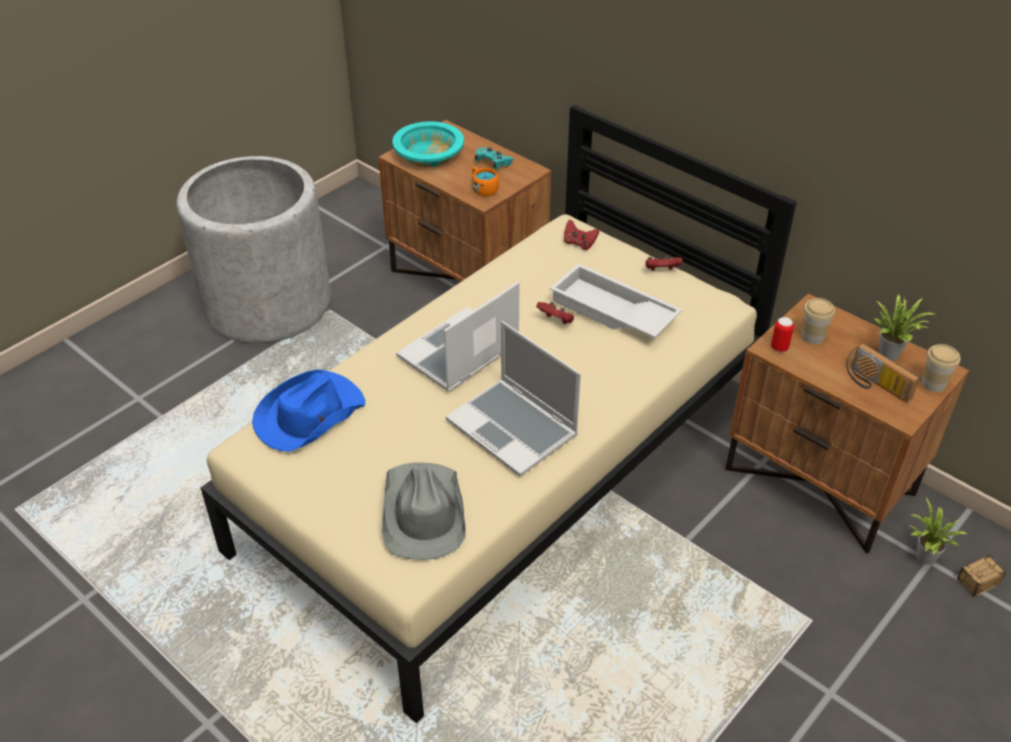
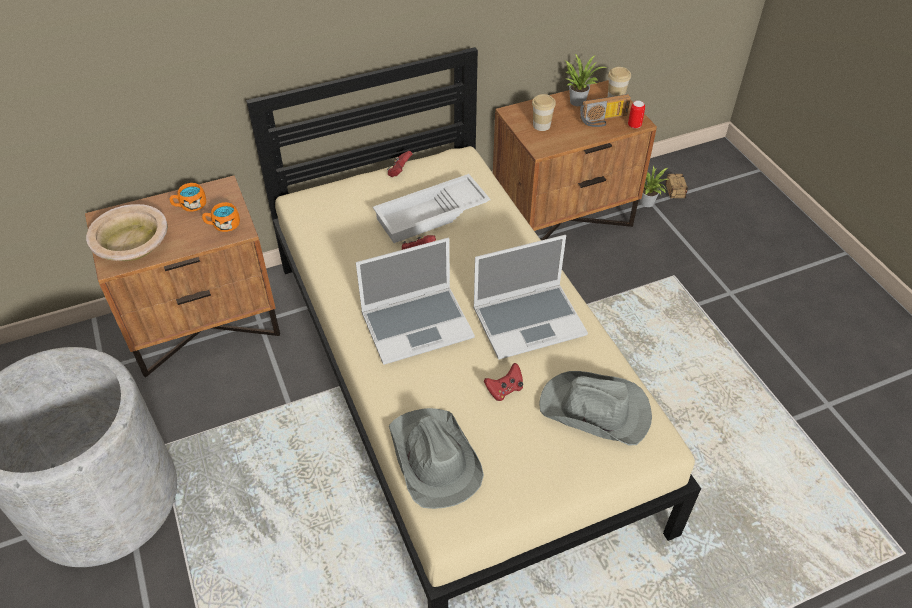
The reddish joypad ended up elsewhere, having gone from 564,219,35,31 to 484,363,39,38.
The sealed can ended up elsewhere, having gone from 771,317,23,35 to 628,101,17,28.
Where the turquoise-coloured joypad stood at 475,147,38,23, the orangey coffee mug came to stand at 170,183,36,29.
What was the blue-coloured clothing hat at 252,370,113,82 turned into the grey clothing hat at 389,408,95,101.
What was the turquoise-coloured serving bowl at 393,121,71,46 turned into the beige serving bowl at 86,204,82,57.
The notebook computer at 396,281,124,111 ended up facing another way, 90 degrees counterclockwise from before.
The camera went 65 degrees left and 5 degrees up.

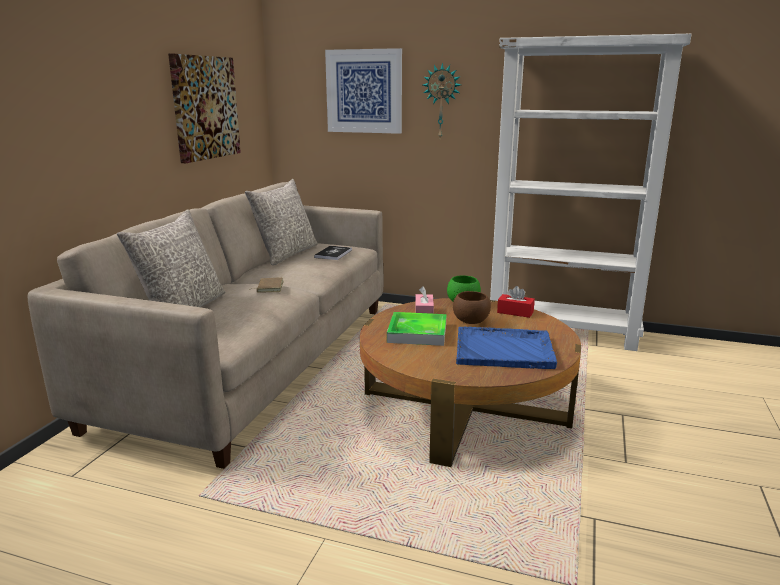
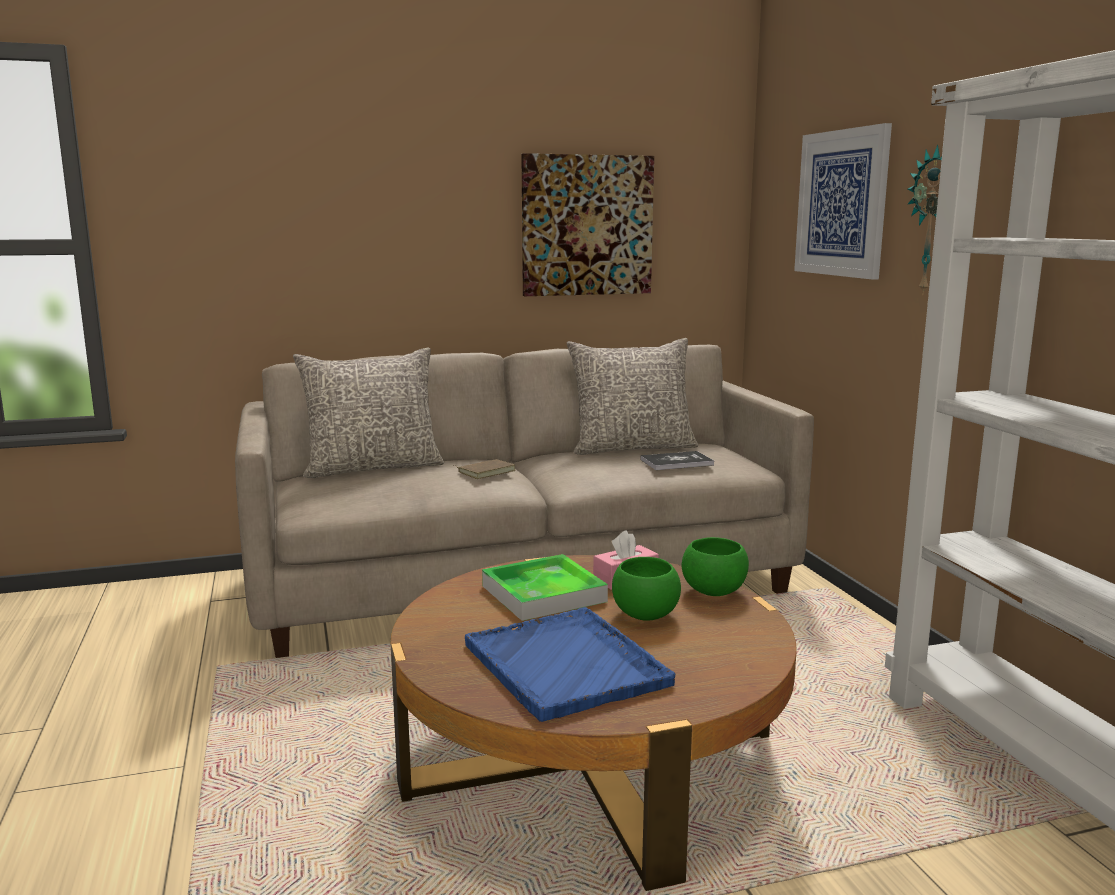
The second view lost the reddish tissue box at 497,286,38,32.
What was the brown-coloured serving bowl at 453,291,38,33 turned into the green serving bowl at 612,557,69,64.
The camera went 55 degrees right and 5 degrees down.

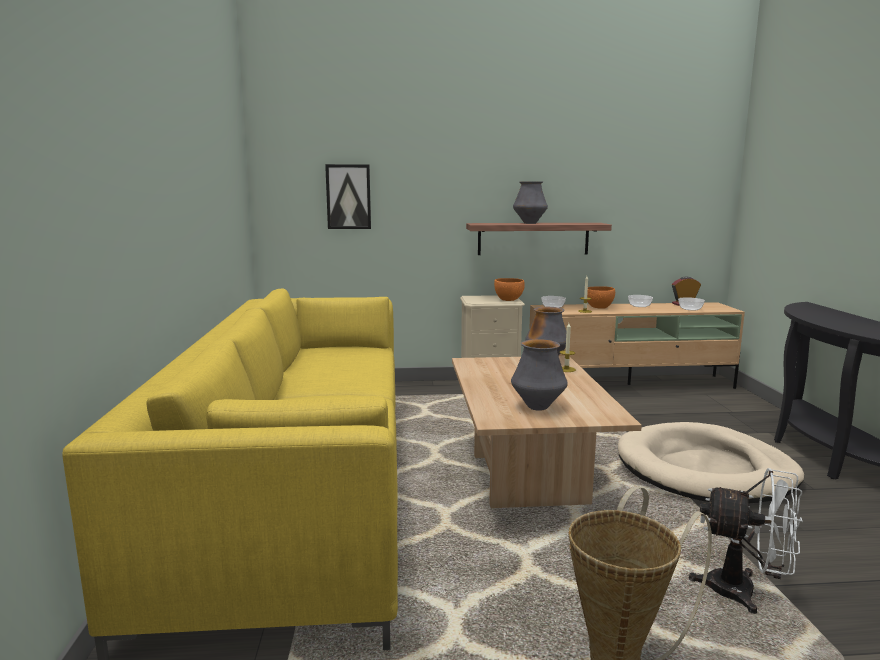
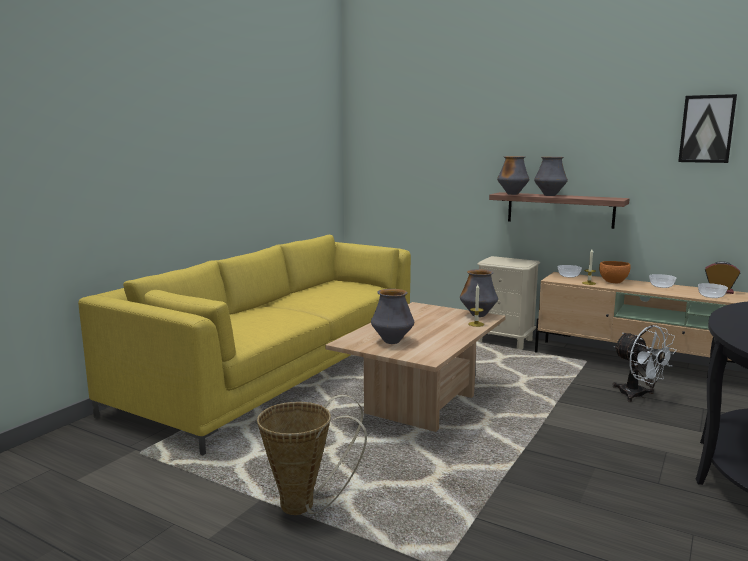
The second view lost the orangey serving bowl at 494,278,31,23.
The second view lost the beige pet bed at 618,422,186,81.
The second view gained the decorative vase at 497,156,33,39.
The wall art ended up elsewhere, having gone from 325,164,46,65 to 678,94,59,69.
The whitish cooling fan ended up elsewhere, having gone from 689,468,114,146 to 612,325,65,77.
The camera went 35 degrees right and 0 degrees up.

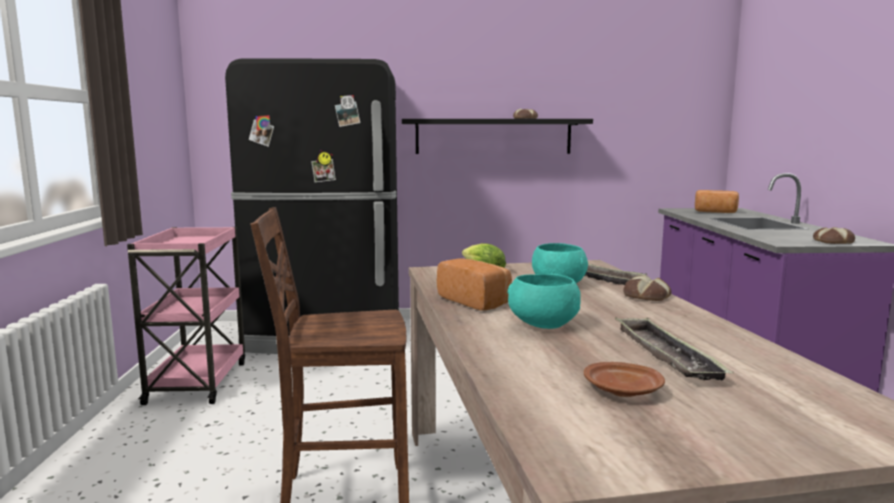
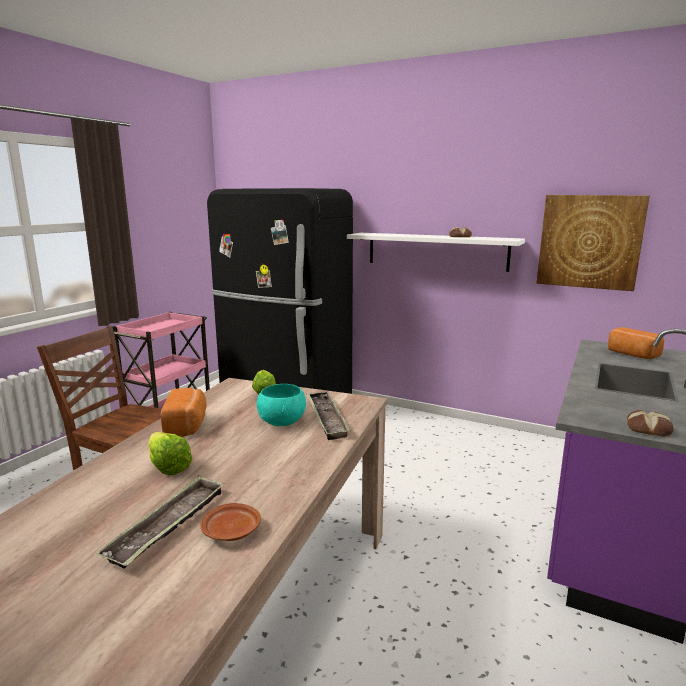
The second view lost the baked bread at 623,275,48,26.
The second view gained the wall art at 536,195,114,96.
The brown-coloured plate ended up elsewhere, having gone from 584,362,81,35 to 201,503,60,38.
Where the turquoise-coloured serving bowl stood at 508,274,73,55, the lettuce head came to stand at 148,432,45,43.
What was the black shelf at 402,119,191,35 turned into the whitish shelf at 347,233,178,39.
The camera went 30 degrees right and 5 degrees up.

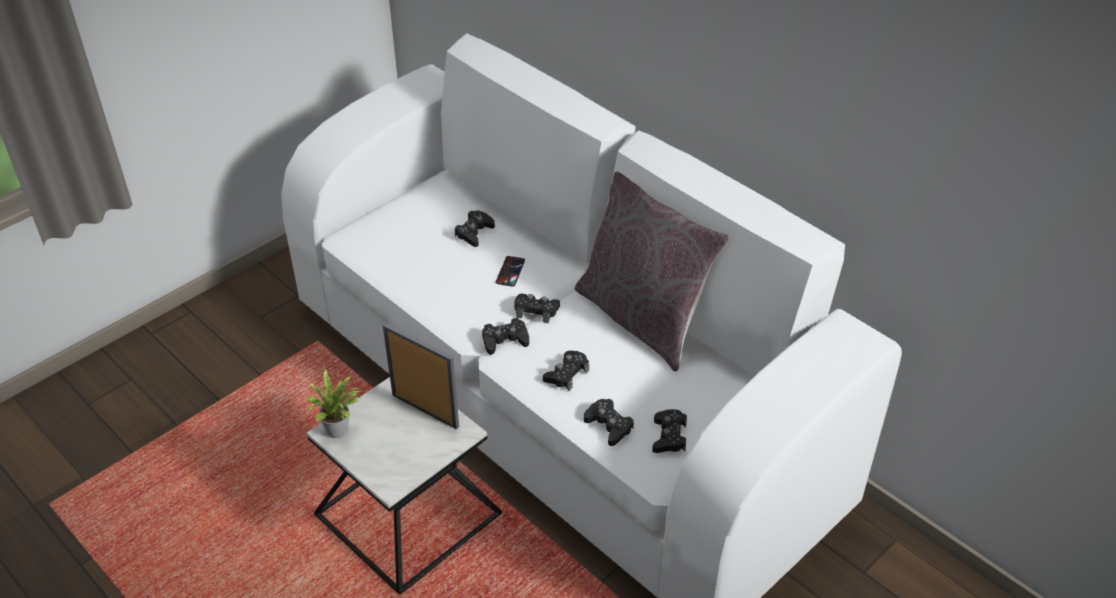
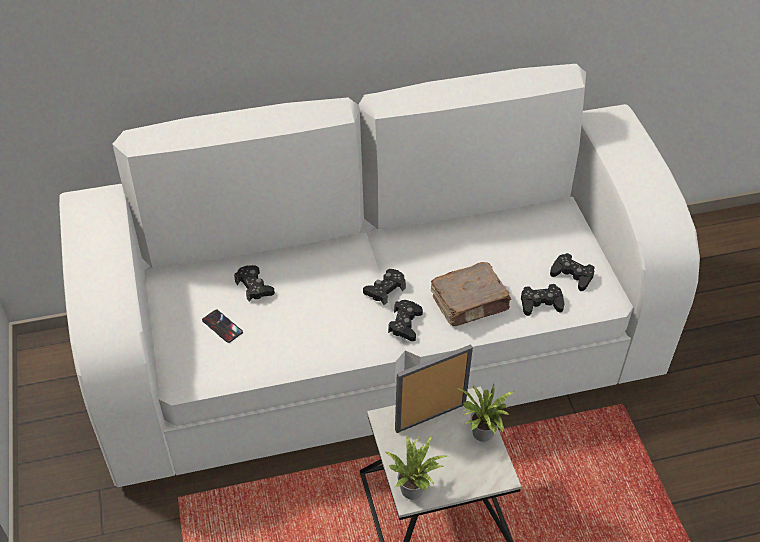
The second view lost the grey cushion at 575,172,155,200.
The second view gained the potted plant at 457,384,58,58.
The handset ended up elsewhere, having gone from 496,256,29,31 to 202,309,41,34.
Where the black joypad stood at 543,351,46,40, the brown-coloured volume came to stand at 431,262,81,64.
The camera went 60 degrees left and 5 degrees up.

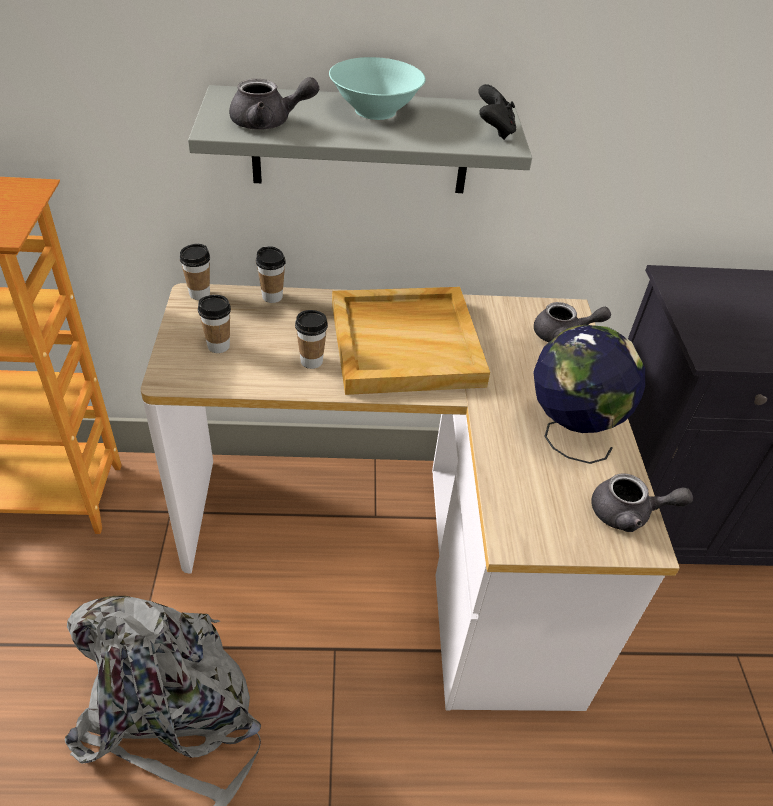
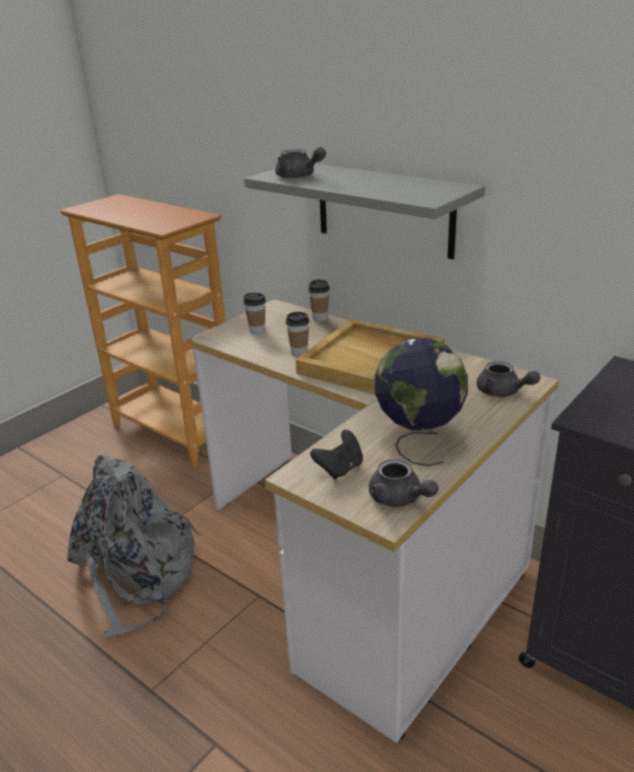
The second view lost the cup at 179,244,31,56.
The second view lost the turquoise-coloured serving bowl at 329,57,97,63.
The black joypad ended up elsewhere, having gone from 478,84,38,56 to 310,430,53,49.
The camera went 45 degrees right and 15 degrees down.

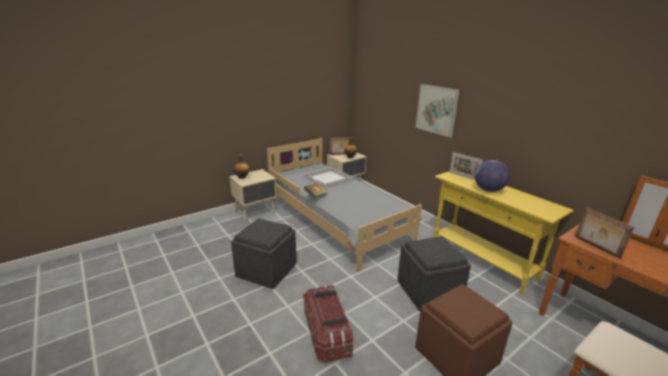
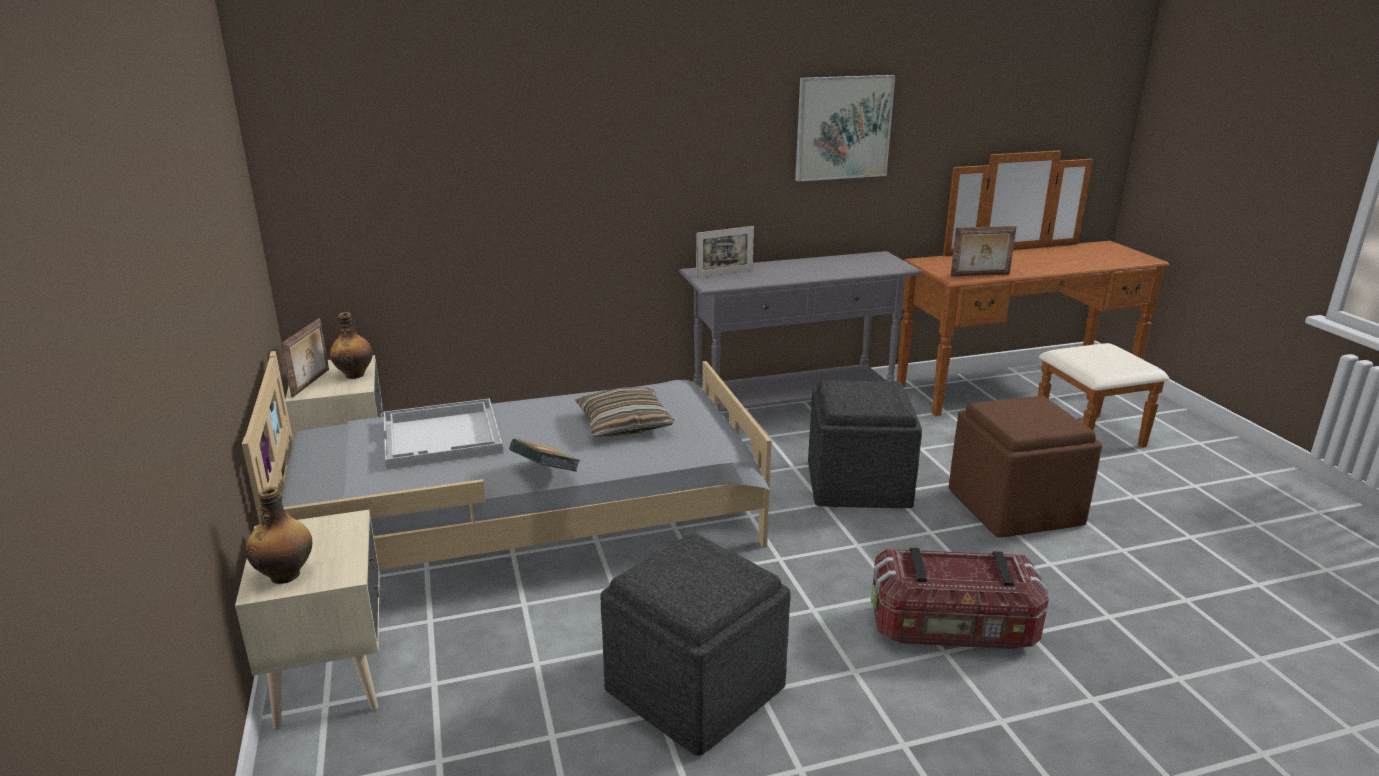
The second view lost the world globe at 475,160,35,32.
The second view gained the cushion at 575,387,100,50.
The wall art ended up elsewhere, having gone from 415,84,45,54 to 795,75,100,107.
What was the yellow-coloured console table at 434,171,140,123 turned into the grey console table at 679,251,243,161.
The camera went 70 degrees left and 0 degrees up.

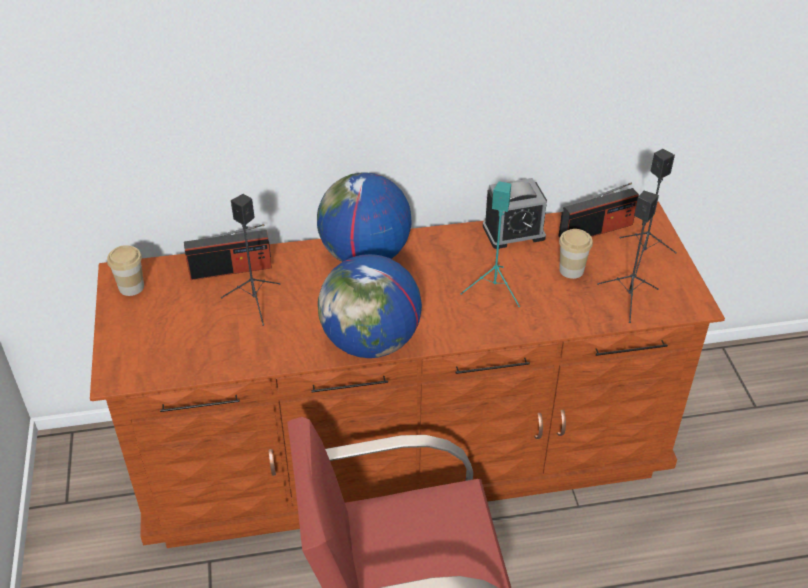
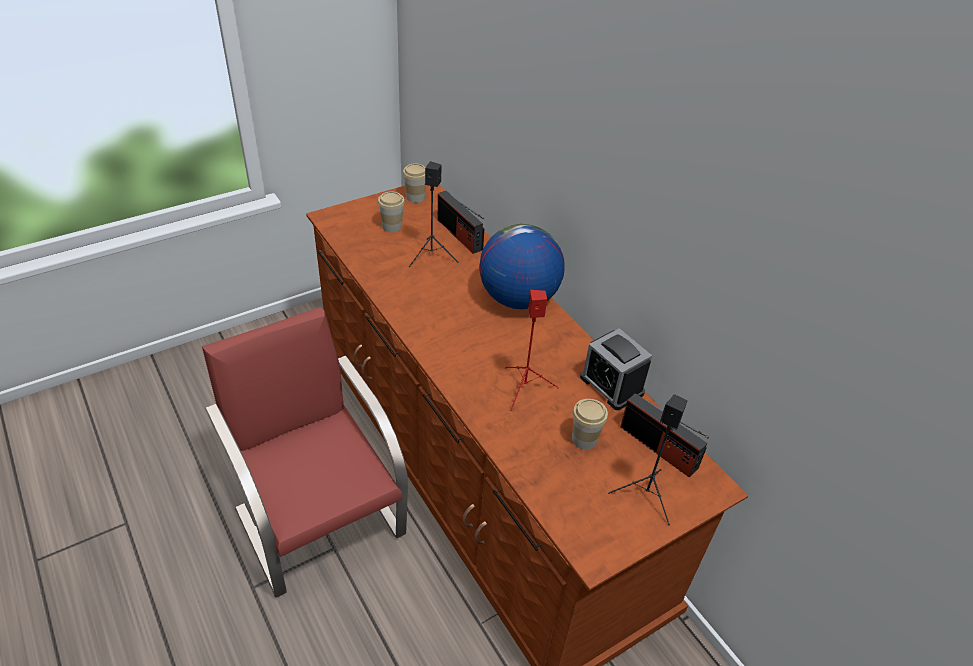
The second view lost the world globe at 318,254,104,104.
The second view lost the black speaker at 597,191,62,132.
The second view gained the cup at 378,191,27,41.
What was the turquoise-coloured speaker at 461,181,59,126 turned into the reddish speaker at 505,290,54,121.
The camera went 65 degrees right and 0 degrees up.

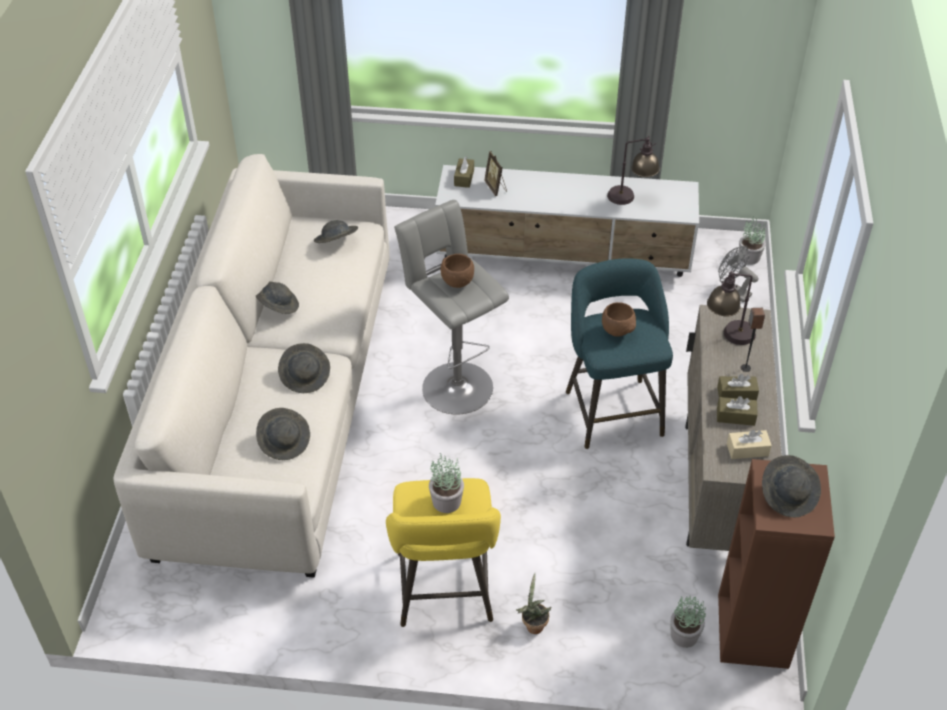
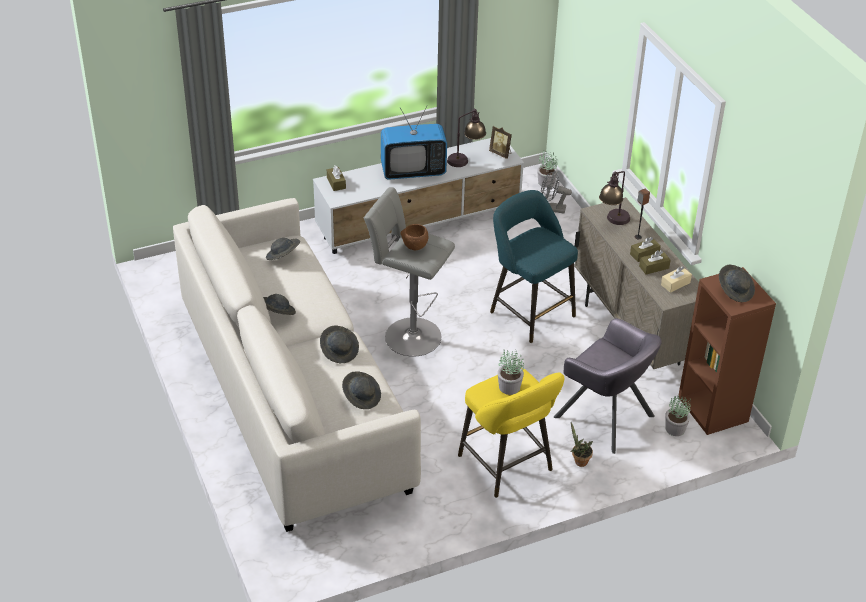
The second view lost the brown-coloured serving bowl at 602,302,34,35.
The second view gained the TV set at 381,105,66,74.
The second view gained the grey easy chair at 554,318,108,136.
The photo frame ended up elsewhere, having gone from 484,151,23,45 to 489,126,23,33.
The camera went 30 degrees left and 5 degrees down.

